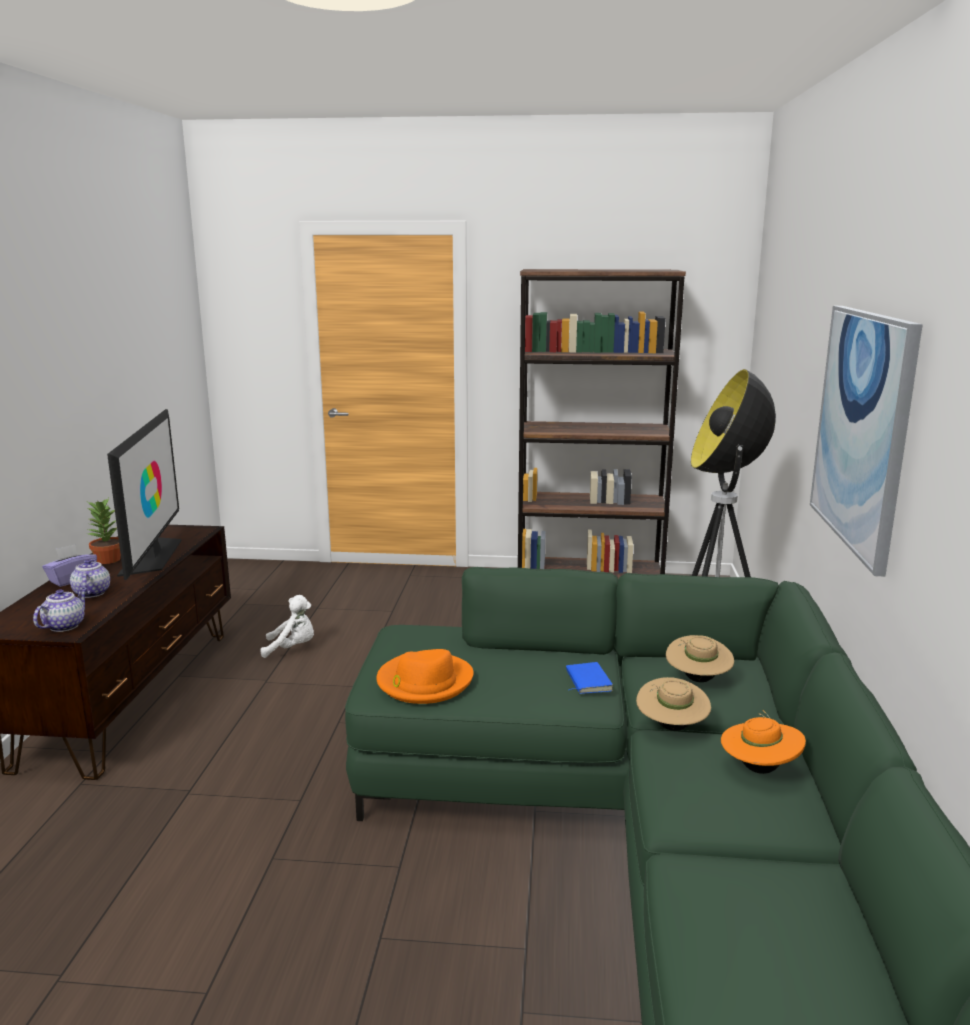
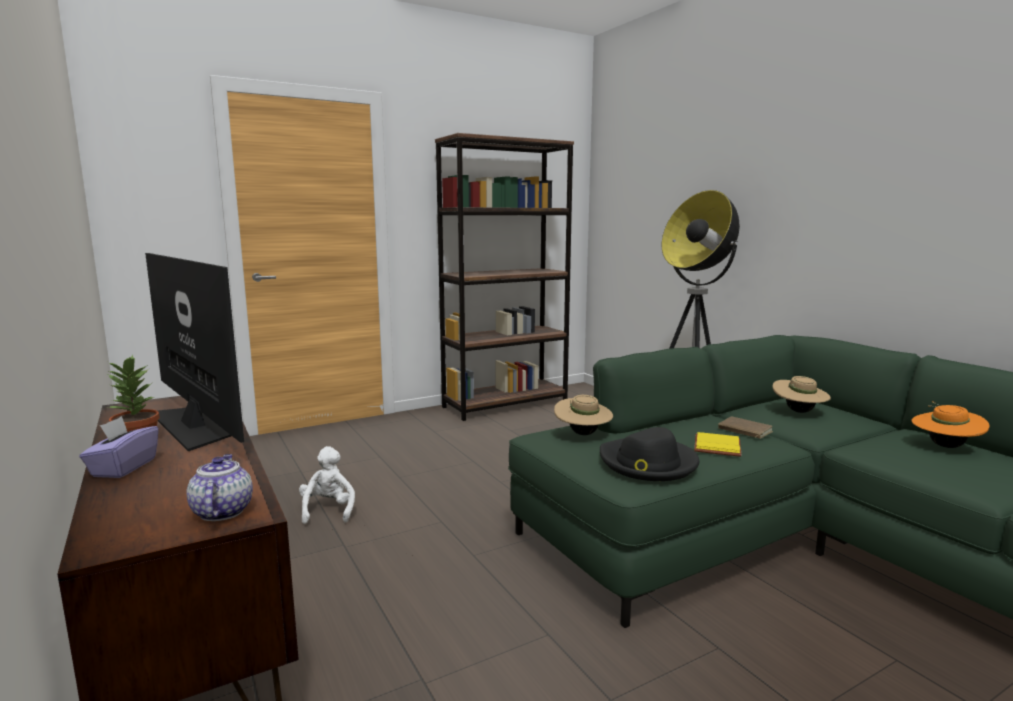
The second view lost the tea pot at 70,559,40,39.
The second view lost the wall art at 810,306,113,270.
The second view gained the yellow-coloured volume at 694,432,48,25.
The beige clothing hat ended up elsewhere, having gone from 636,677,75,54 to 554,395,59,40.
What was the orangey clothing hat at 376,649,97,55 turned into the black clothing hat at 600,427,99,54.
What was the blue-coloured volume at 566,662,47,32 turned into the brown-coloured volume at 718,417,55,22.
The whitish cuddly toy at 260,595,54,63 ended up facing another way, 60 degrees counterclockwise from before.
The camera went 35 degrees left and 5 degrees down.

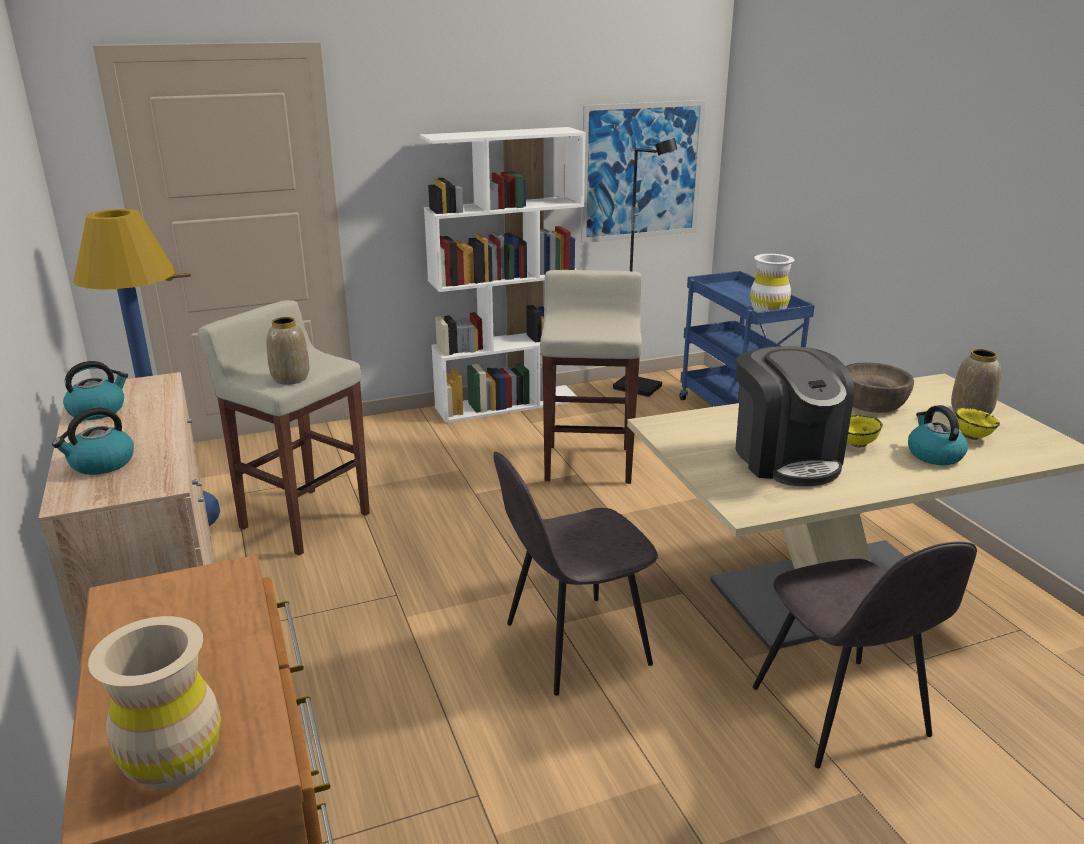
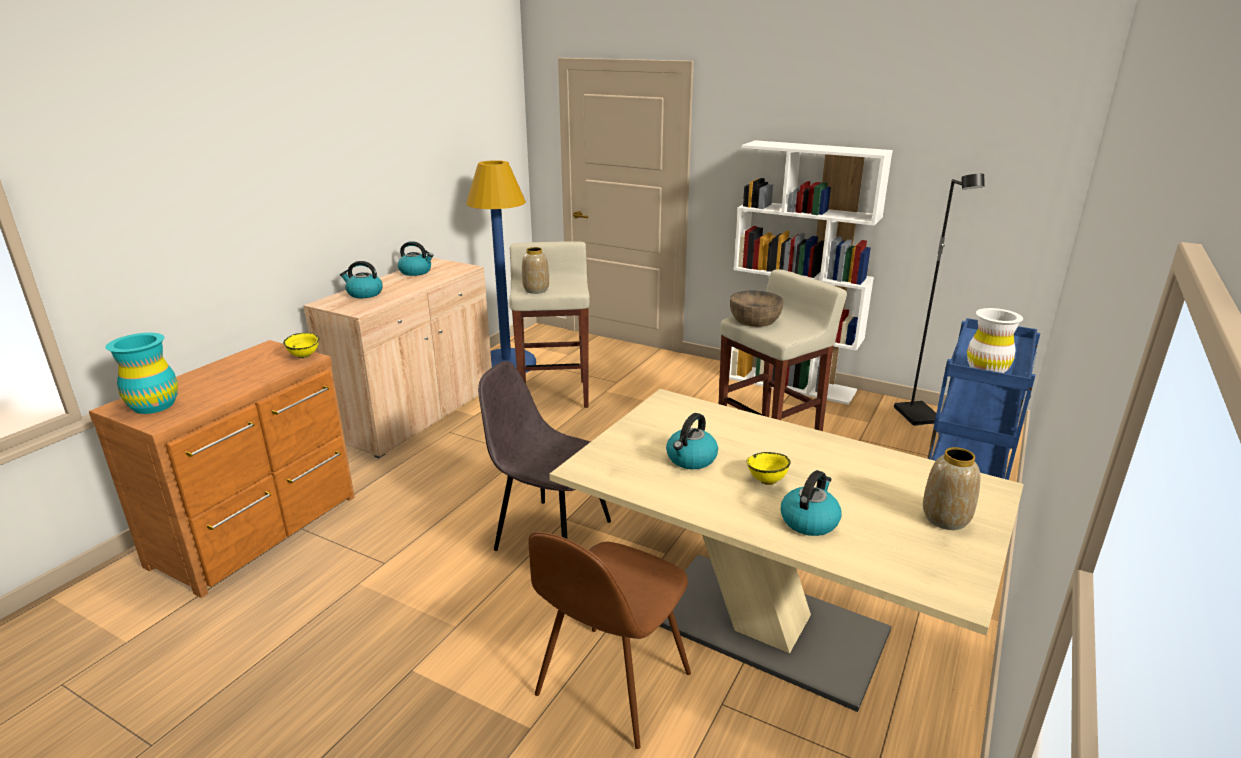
The second view lost the wall art at 581,100,125,143.
The brown-coloured serving bowl ended up elsewhere, having gone from 846,362,68,51 to 730,290,53,37.
The yellow-coloured serving bowl ended up elsewhere, having gone from 955,408,45,32 to 283,333,36,25.
Where the coffee brewer stood at 735,346,119,140, the tea kettle came to stand at 666,413,52,56.
What was the beige decorative vase at 88,616,133,173 turned into the turquoise-coloured decorative vase at 105,333,73,81.
What was the grey plain chair at 753,542,224,227 turned into the brown-coloured plain chair at 529,532,162,217.
The camera went 50 degrees right and 0 degrees up.

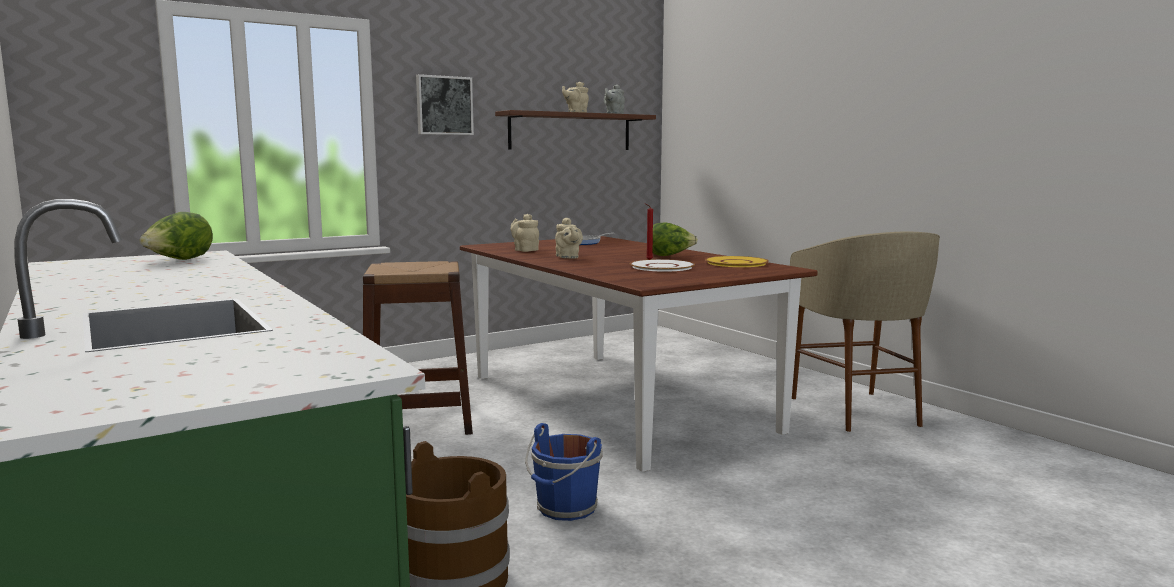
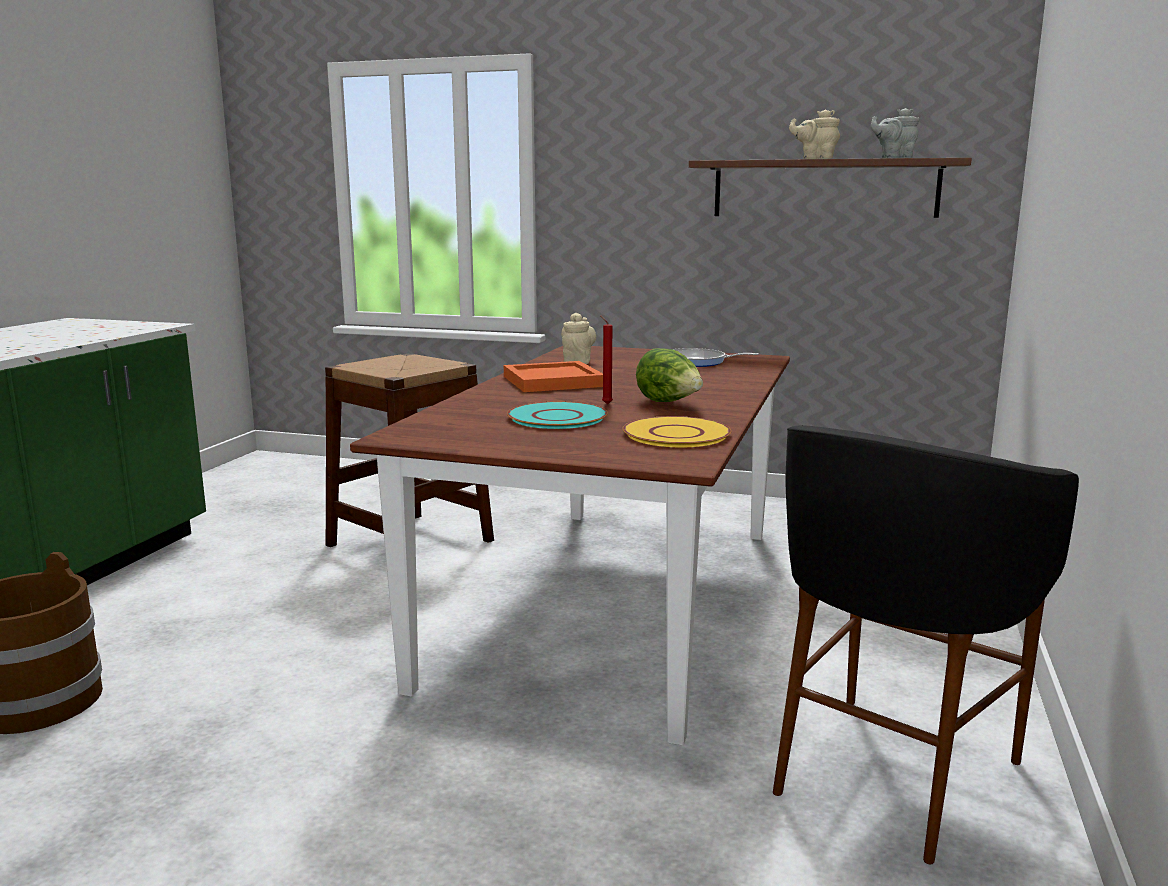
The second view lost the lettuce head at 139,212,74,48.
The second view lost the wall art at 416,74,58,61.
The second view lost the blue-coloured bucket at 525,423,78,98.
Where the beige tea pot stood at 555,218,28,41, the orangey tray came to stand at 504,361,99,31.
What was the whitish plate at 630,259,65,13 turned into the turquoise-coloured plate at 507,402,101,27.
What was the beige stool seat at 790,232,150,200 turned into the black stool seat at 773,425,306,440.
The camera went 50 degrees right and 5 degrees up.

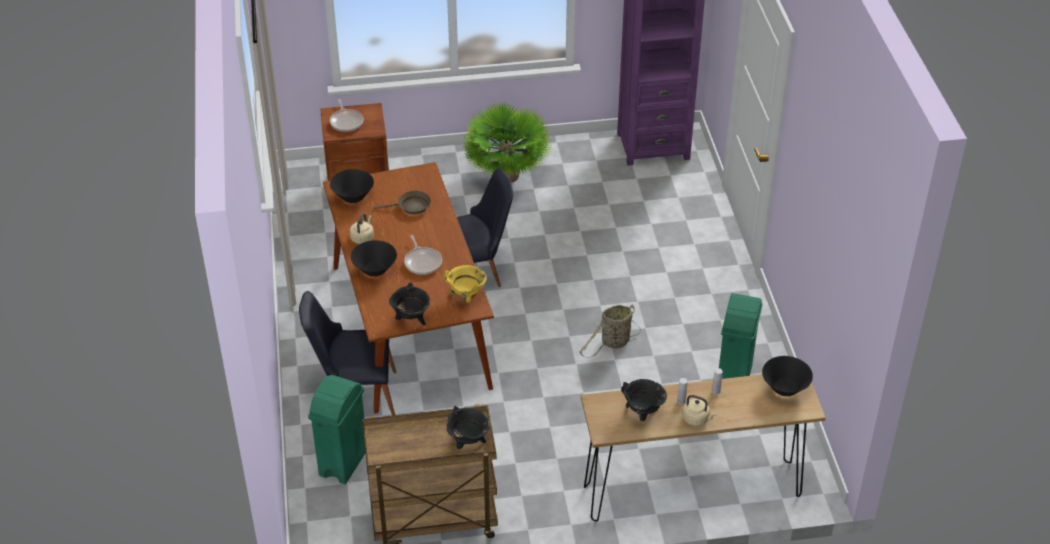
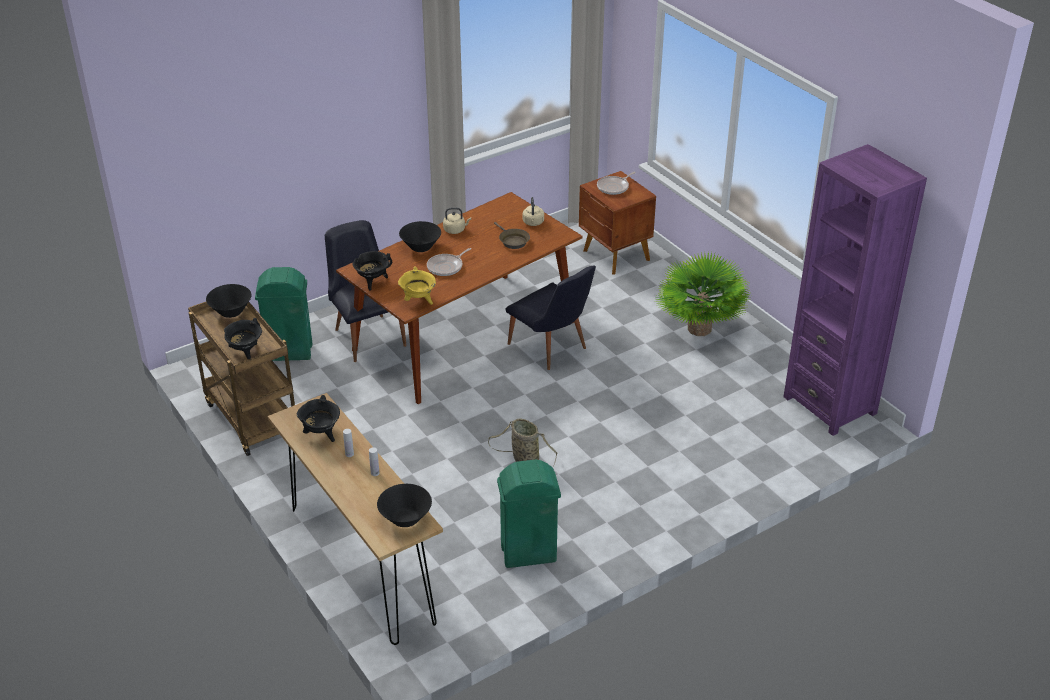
The black serving bowl ended up elsewhere, having gone from 330,169,44,34 to 206,284,45,34.
The beige tea kettle ended up elsewhere, having gone from 682,395,35,31 to 523,197,21,29.
The camera went 65 degrees right and 5 degrees down.

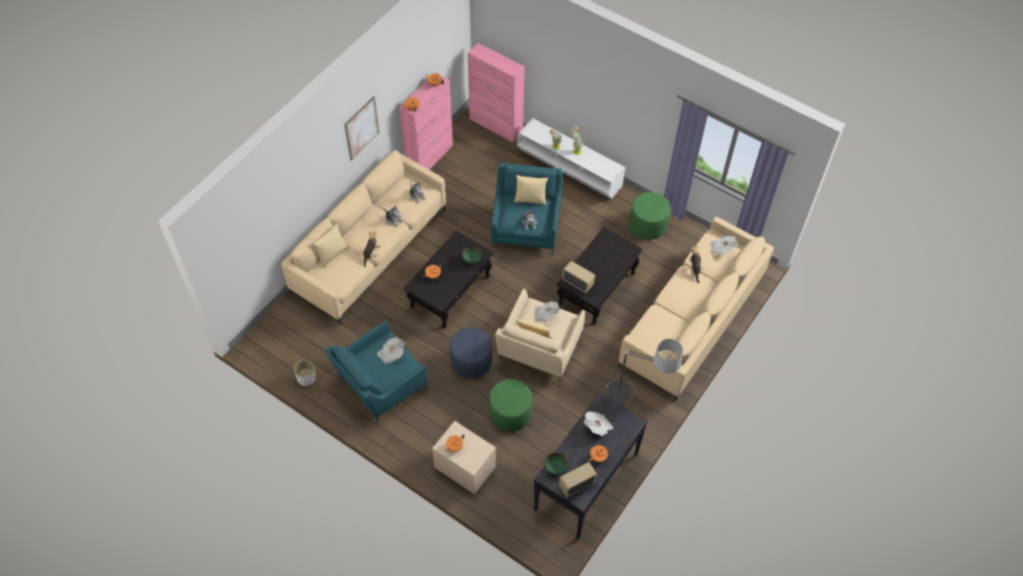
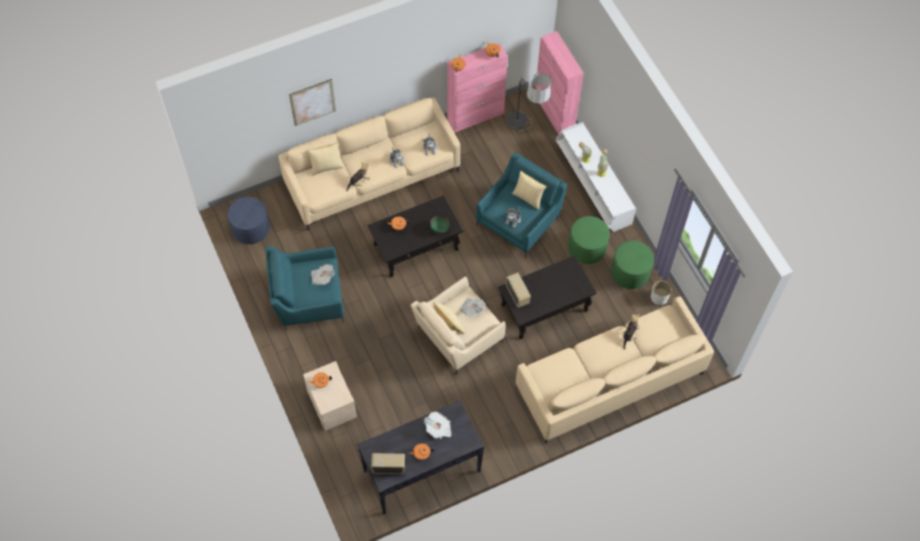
The second view lost the green serving bowl at 544,453,24,22.
The second view lost the printed paper at 710,236,27,18.
The whitish flower pot ended up elsewhere, having gone from 294,360,22,26 to 651,280,21,25.
The wall art ended up elsewhere, having gone from 344,96,36,64 to 289,79,47,47.
The blue-coloured pouffe ended up elsewhere, having gone from 450,327,42,52 to 227,197,43,47.
The green pouffe ended up elsewhere, having gone from 489,379,44,53 to 568,216,42,48.
The standard lamp ended up elsewhere, having gone from 606,339,77,64 to 506,73,45,57.
The camera went 30 degrees right and 5 degrees up.

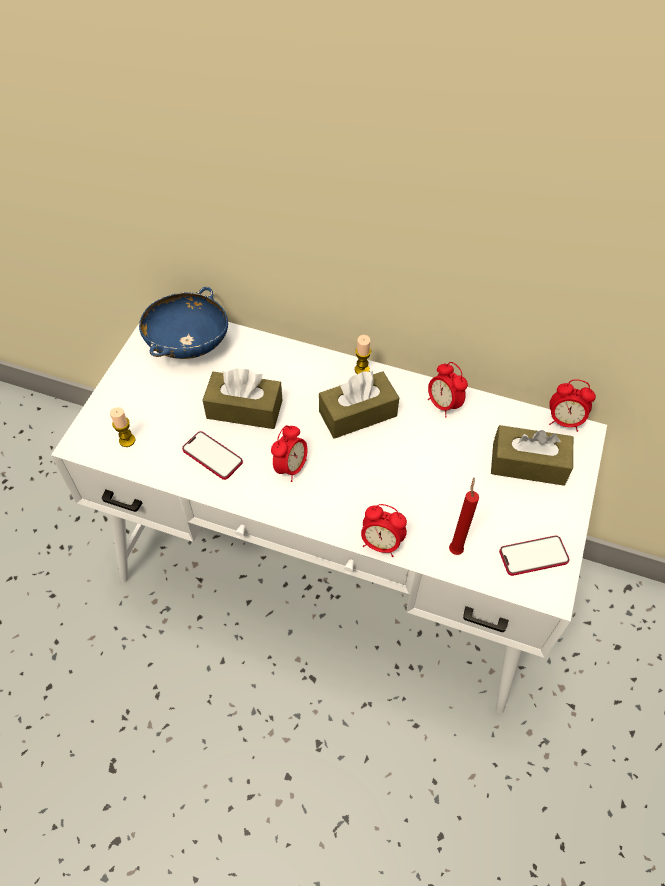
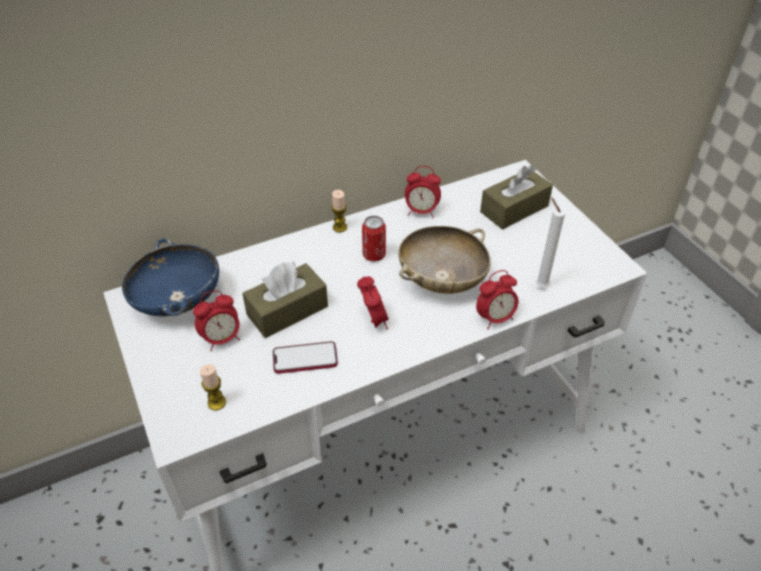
The second view lost the handset at 499,535,70,41.
The second view gained the beige serving bowl at 398,226,93,68.
The bedside clock ended up elsewhere, having gone from 549,379,47,53 to 193,290,47,61.
Where the brown-coloured tissue box stood at 319,370,80,69, the sealed can came to stand at 362,216,24,46.
What was the reddish wax light at 449,477,30,78 turned into the whitish wax light at 536,197,29,91.
The camera went 45 degrees left and 10 degrees down.

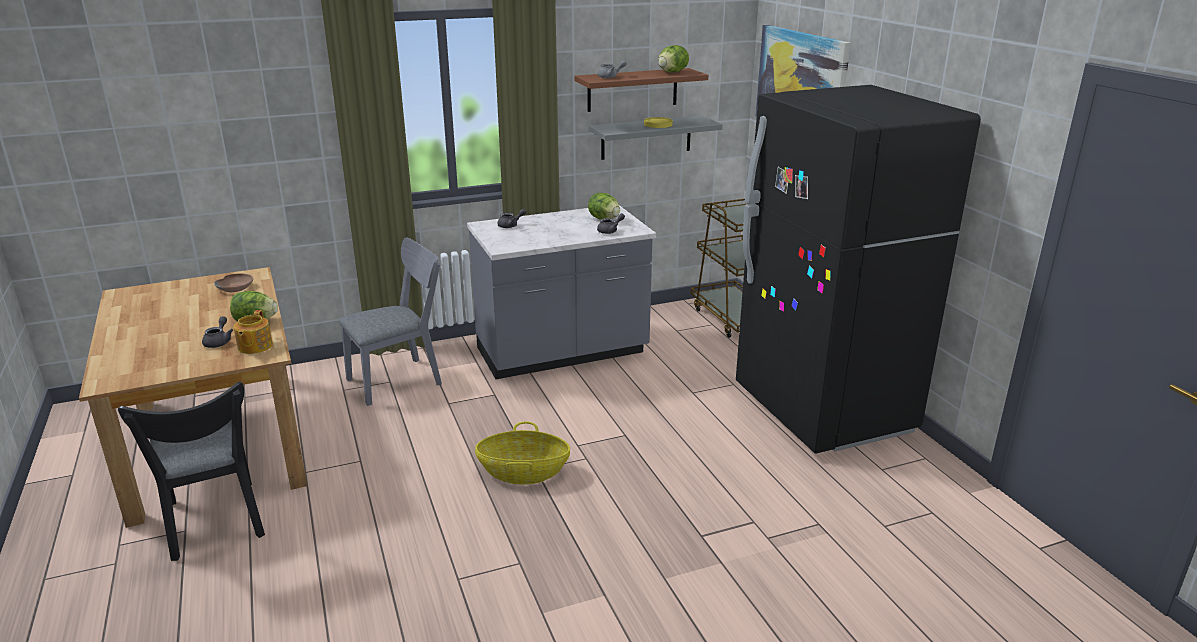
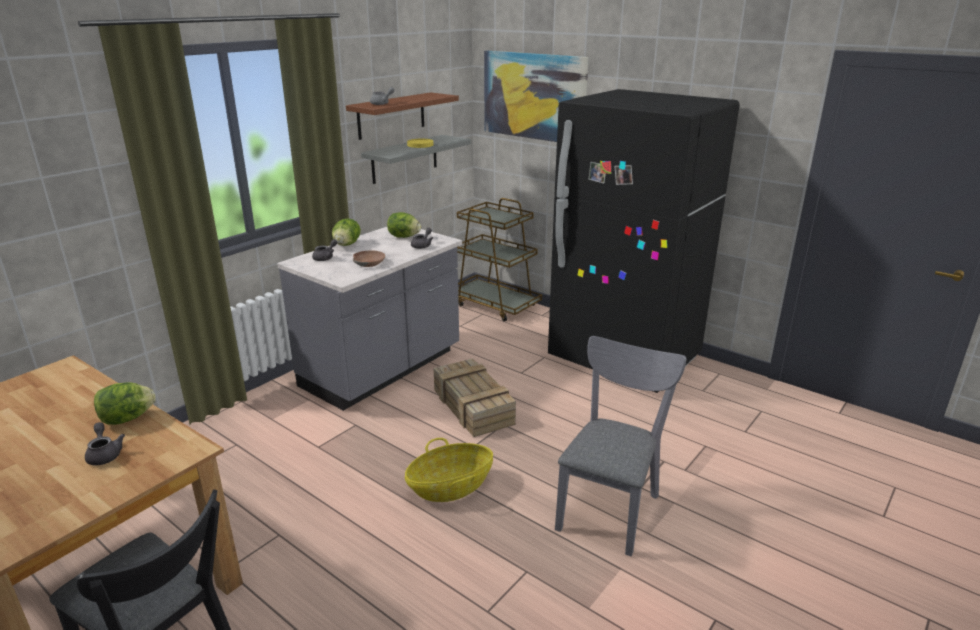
The second view lost the tea pot at 233,310,40,44.
The second view gained the packing crate at 434,358,82,79.
The brown-coloured serving bowl ended up elsewhere, having gone from 214,274,39,18 to 353,250,32,17.
The grey plain chair ended up elsewhere, having gone from 338,238,104,168 to 555,336,131,220.
The lettuce head ended up elsewhere, having gone from 658,45,31,28 to 332,219,29,27.
The camera went 30 degrees left and 0 degrees up.

